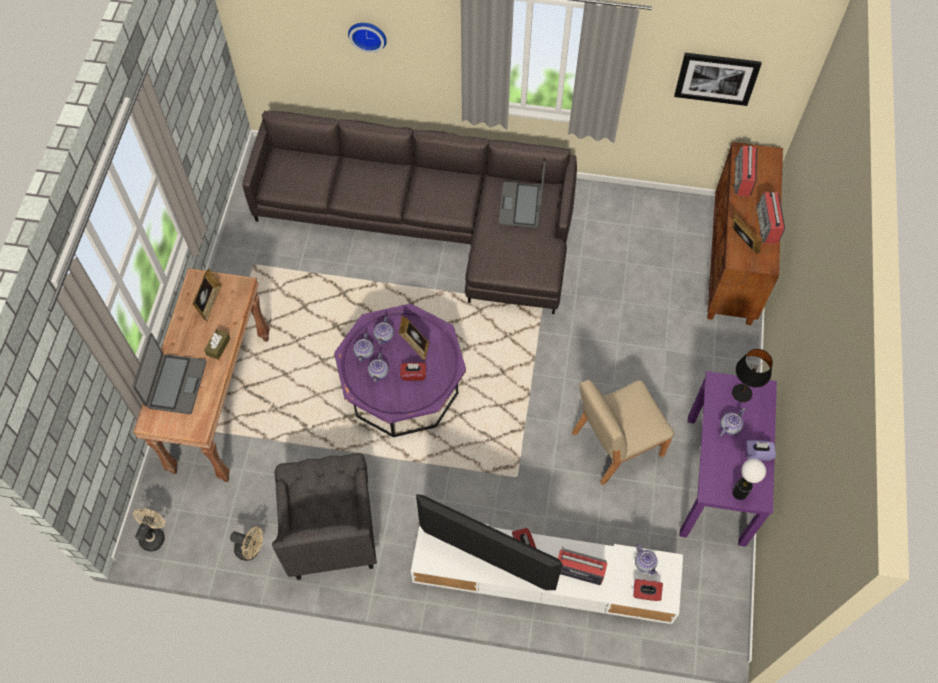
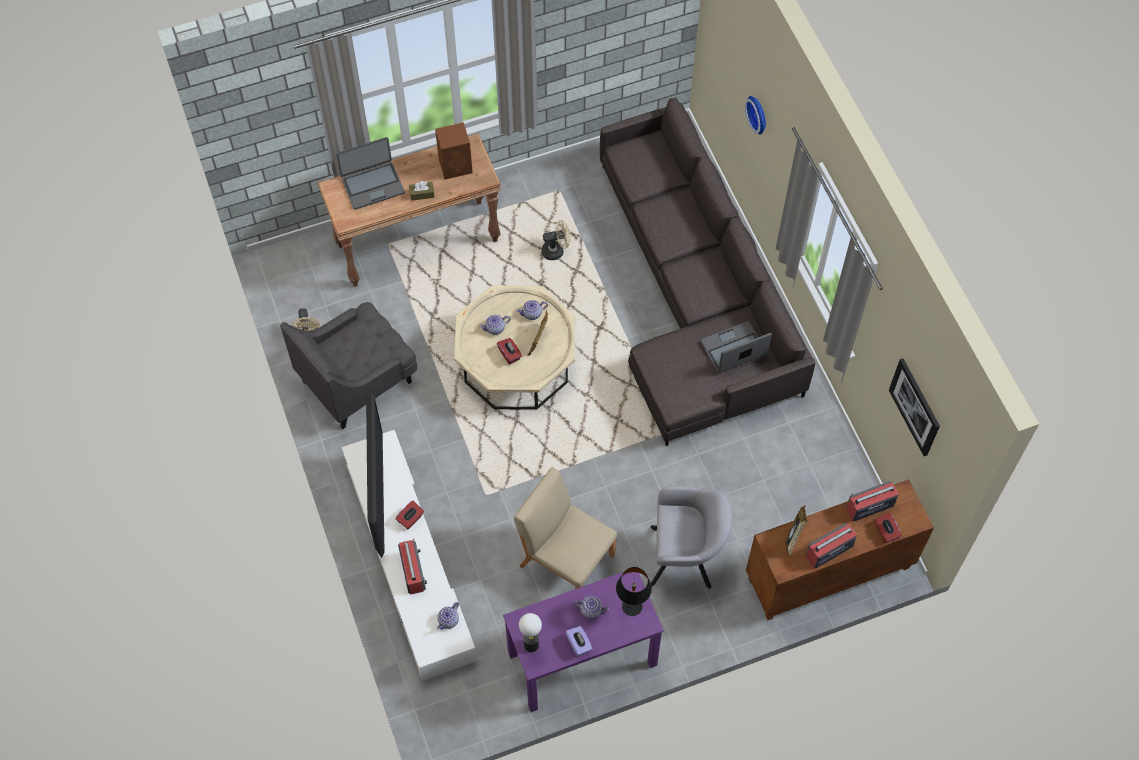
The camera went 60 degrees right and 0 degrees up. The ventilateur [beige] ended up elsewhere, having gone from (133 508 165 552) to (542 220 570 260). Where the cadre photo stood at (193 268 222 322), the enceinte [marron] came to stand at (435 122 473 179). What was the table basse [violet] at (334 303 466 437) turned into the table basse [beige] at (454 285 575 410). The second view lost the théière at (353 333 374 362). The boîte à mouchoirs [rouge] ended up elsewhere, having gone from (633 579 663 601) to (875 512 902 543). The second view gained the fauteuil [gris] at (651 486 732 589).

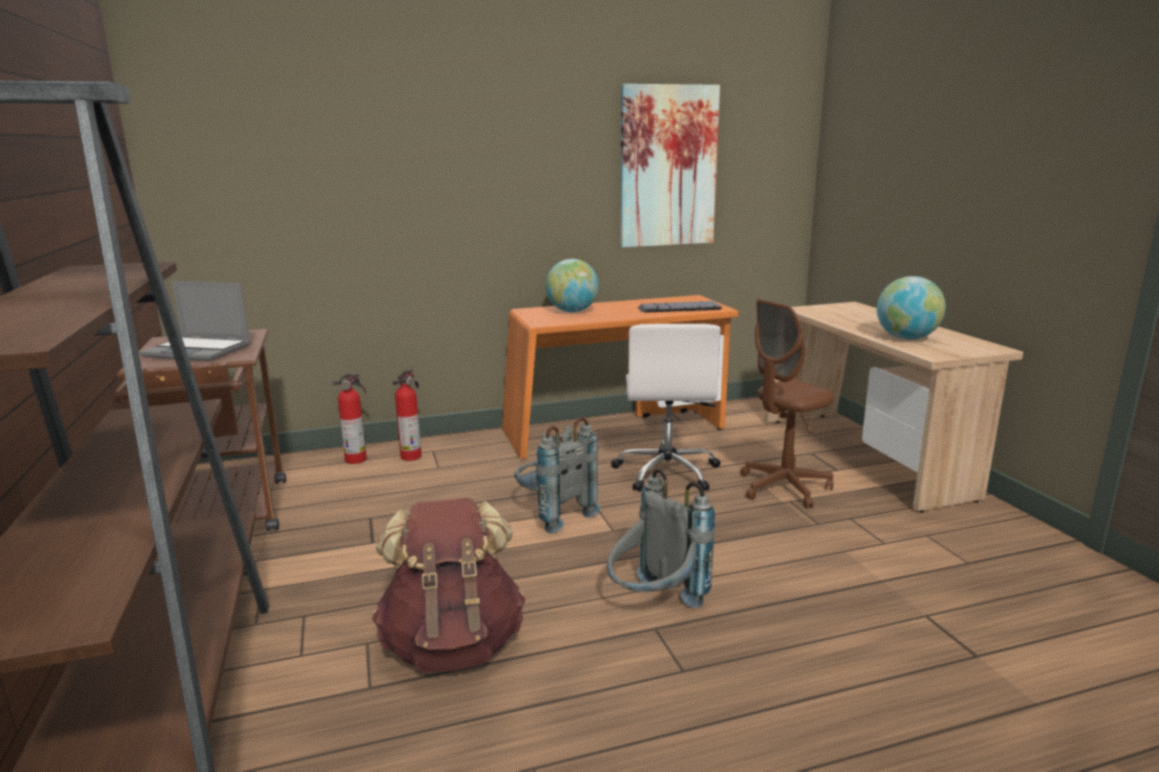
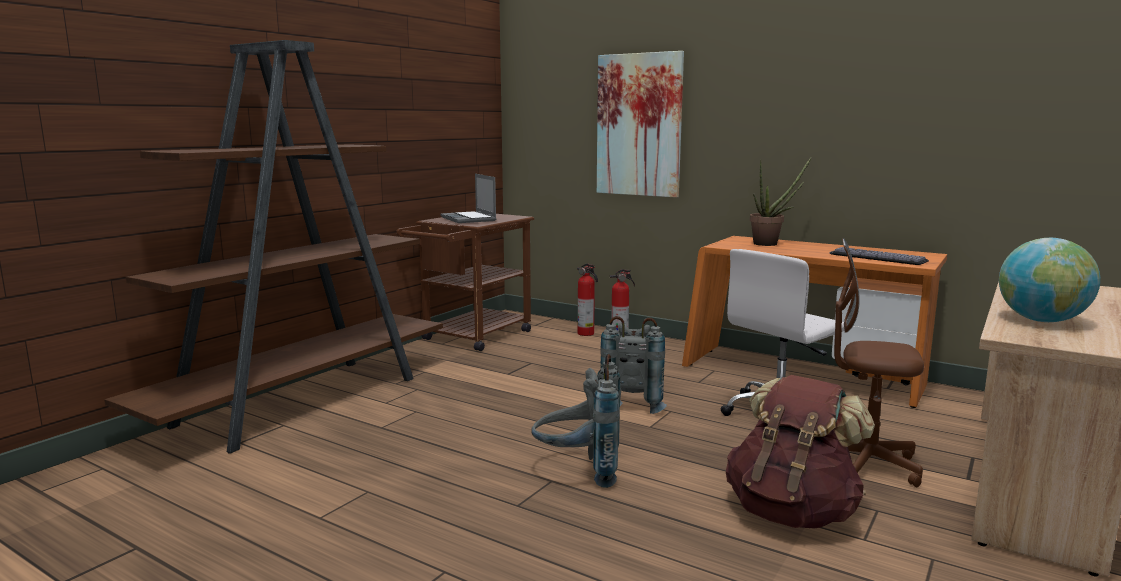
The camera went 50 degrees right and 5 degrees down. The sac à dos [marron] ended up elsewhere, having gone from (372 498 526 672) to (726 375 875 529). Where the globe stood at (546 259 599 312), the plante en pot came to stand at (750 158 811 246). The tableau ended up elsewhere, having gone from (620 84 720 248) to (597 51 684 198).

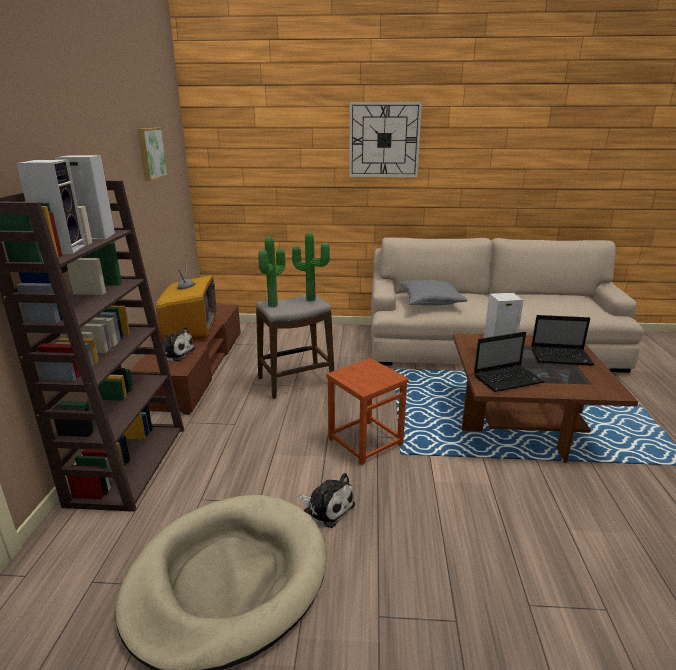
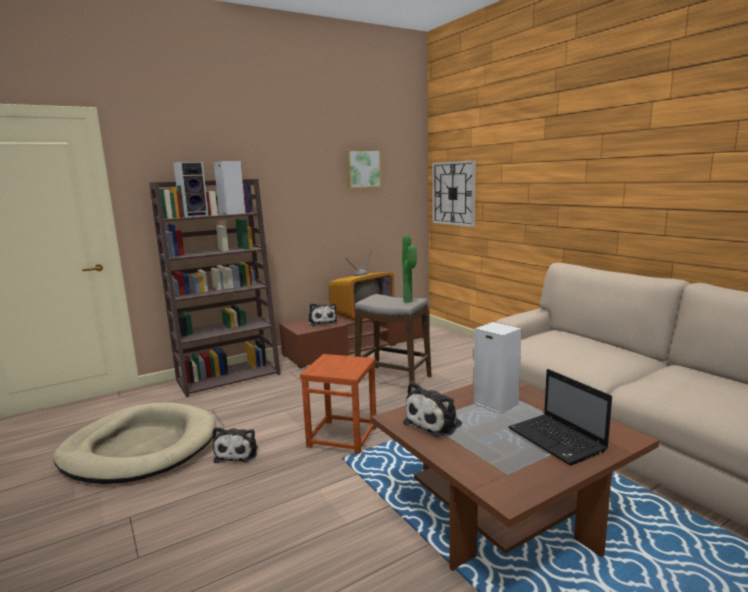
The camera went 55 degrees right and 10 degrees down. The second view lost the plante en pot at (258 237 286 307). The horloge murale ended up elsewhere, having gone from (349 102 422 177) to (432 160 476 227). The second view lost the coussin [gris] at (399 280 468 306). Where the ordinateur portable stood at (474 332 545 392), the peluche came to stand at (403 381 462 437).

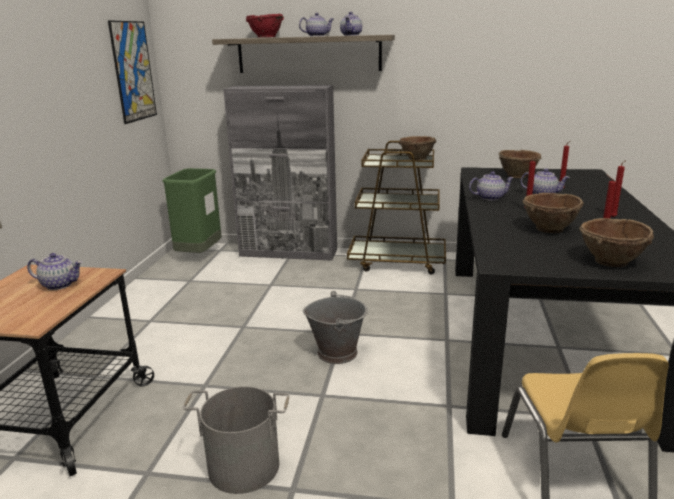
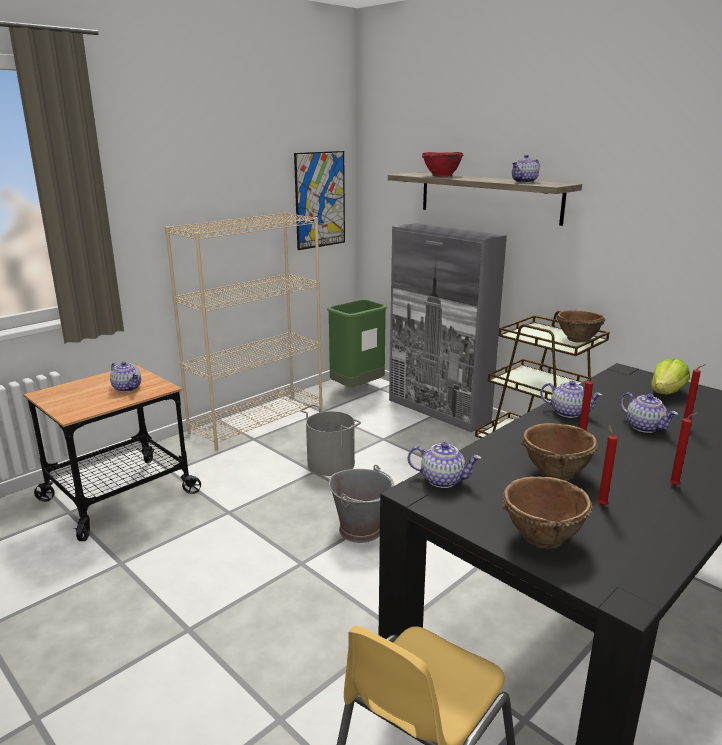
The camera went 35 degrees right and 0 degrees up. The seau [gris] ended up elsewhere, having gone from (183 386 289 494) to (300 404 361 476). The théière ended up elsewhere, having gone from (299 13 333 36) to (408 442 481 488). Where the bol [marron] stood at (499 150 541 178), the laitue came to stand at (651 358 690 394). The second view gained the bibliothèque [beige] at (165 212 323 451).

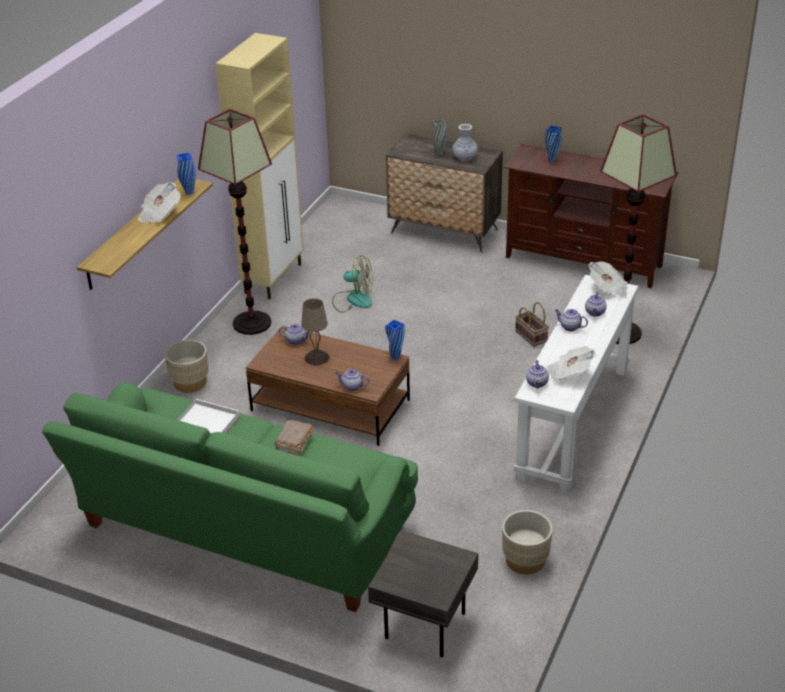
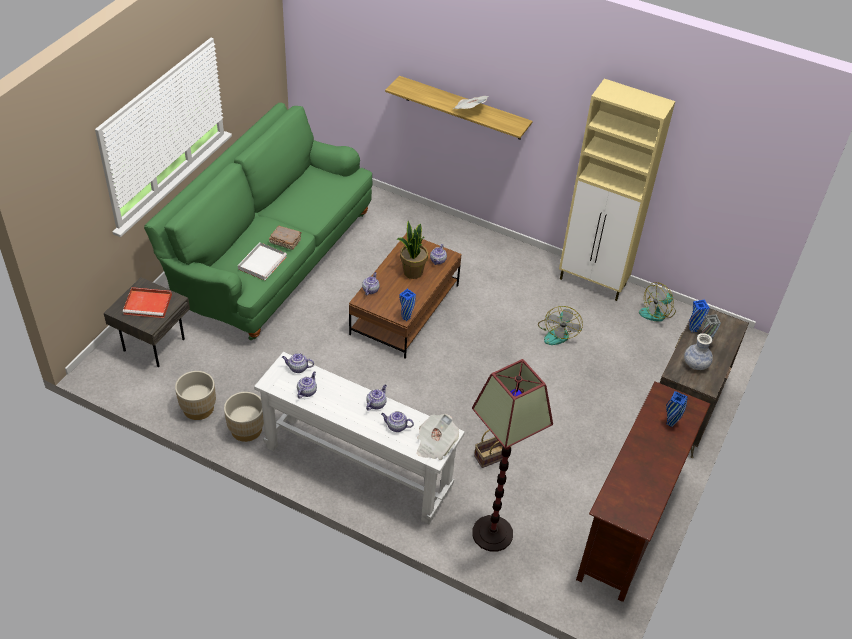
The camera went 90 degrees right and 10 degrees up. The cache-pot [beige] ended up elsewhere, having gone from (165 340 208 393) to (224 392 264 442). The vase [bleu] ended up elsewhere, having gone from (177 153 196 195) to (689 299 710 332). The plateau [blanc] ended up elsewhere, having gone from (177 399 240 433) to (238 242 287 281). The second view lost the lampadaire at (198 109 272 335). Where the lampe de table [beige] stood at (301 298 329 365), the plante en pot came to stand at (396 220 428 279). Where the journal stood at (546 346 596 382), the théière came to stand at (297 371 317 399). The second view gained the plateau [rouge] at (123 287 172 318). The second view gained the ventilateur at (639 282 676 322).

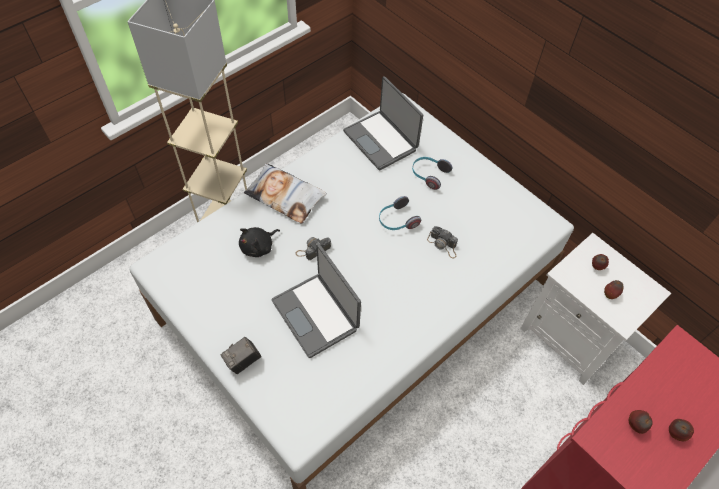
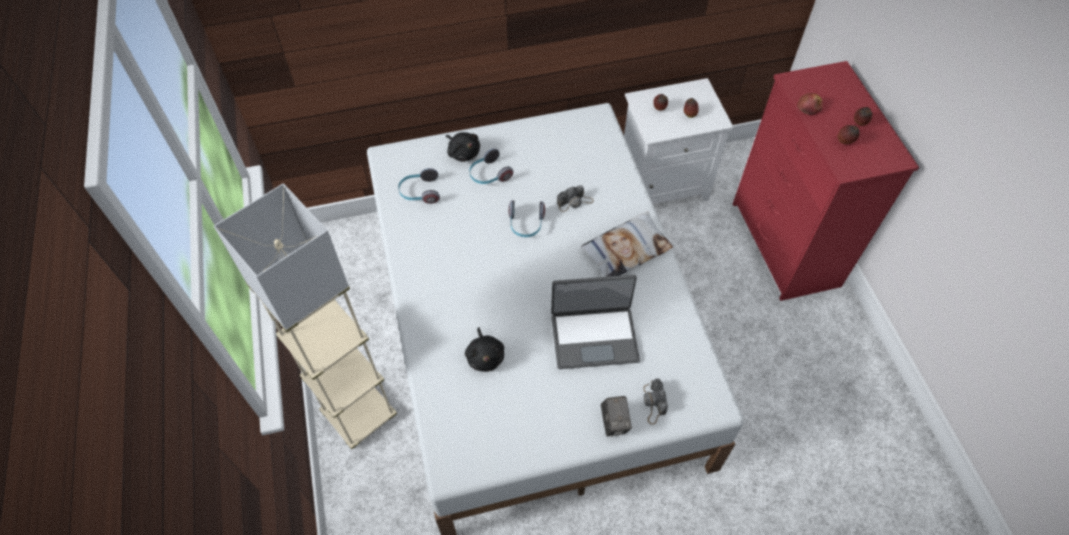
The camera went 60 degrees left and 0 degrees up. The coussin ended up elsewhere, having gone from (244 163 326 224) to (581 212 673 277). The appareil photo ended up elsewhere, having gone from (295 237 331 260) to (644 378 668 424). Where the ordinateur portable stood at (343 76 423 170), the casque audio came to stand at (398 168 440 204). The second view gained the peluche [noir] at (446 132 480 162). The second view gained the pomme at (797 93 823 115).

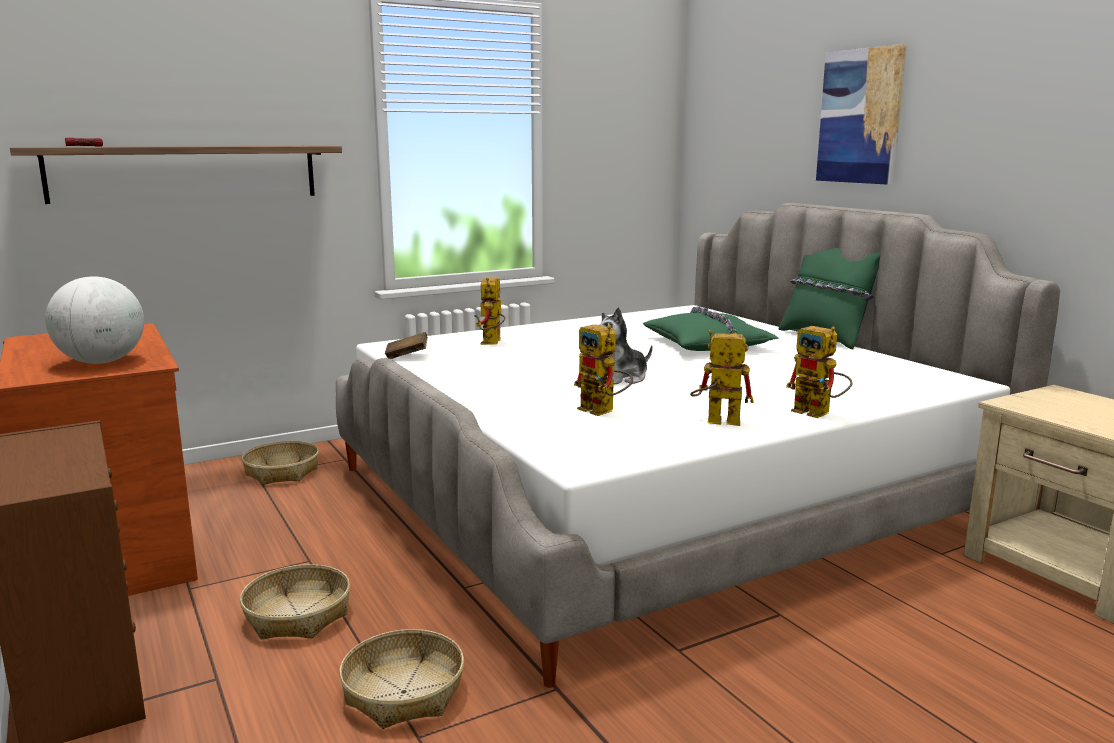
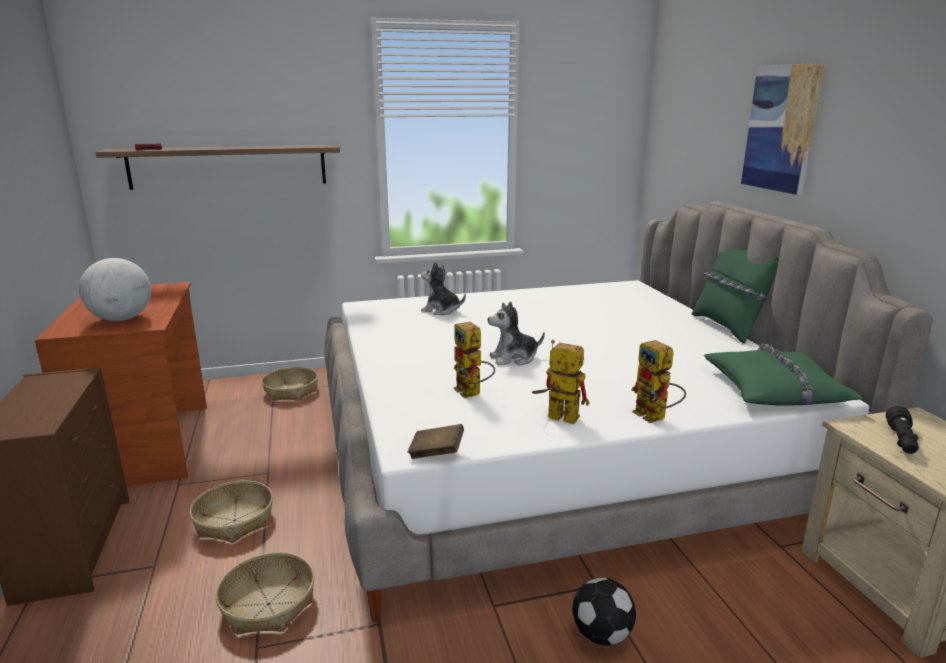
The camera went 15 degrees right and 5 degrees up. The livre [marron] ended up elsewhere, having gone from (385 332 428 359) to (408 424 464 459). Where the robot jouet stood at (474 277 505 345), the peluche came to stand at (421 262 466 315). The coussin [vert] ended up elsewhere, having gone from (643 306 779 351) to (704 343 864 406). The second view gained the ballon de foot at (572 578 636 646). The second view gained the lampe de poche [noir] at (886 406 919 454).

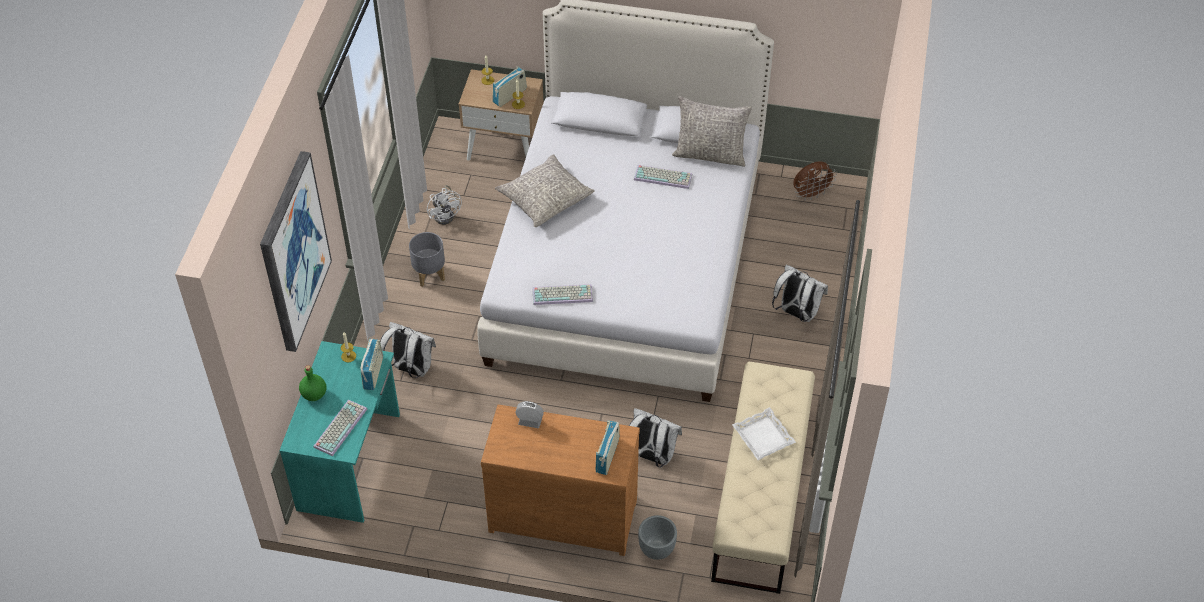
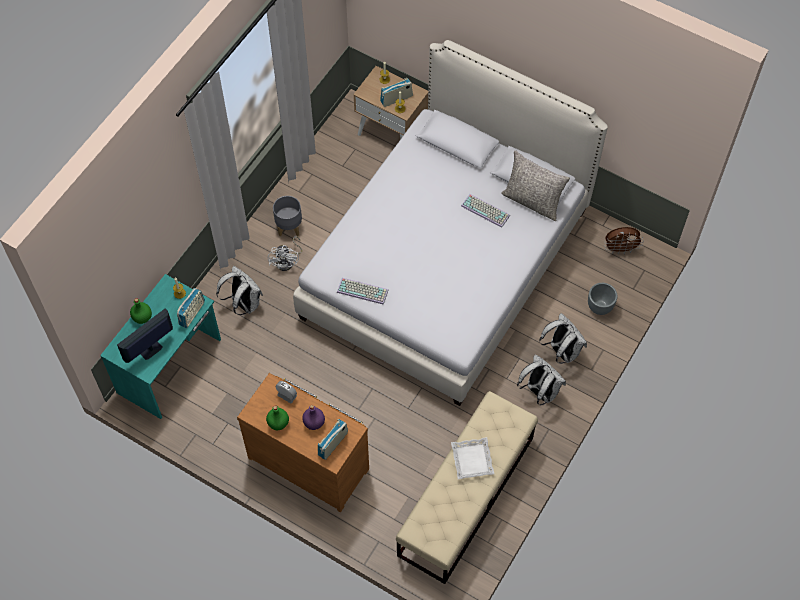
The camera went 20 degrees right and 10 degrees up. The second view lost the tableau at (260 151 332 352). Where the clavier stood at (313 400 367 456), the écran d'ordinateur came to stand at (117 309 173 363). The ventilateur [blanc] ended up elsewhere, having gone from (427 185 462 225) to (268 236 302 271). The second view lost the coussin [gris] at (495 154 595 227). The sac à dos [blanc] ended up elsewhere, having gone from (629 408 682 468) to (517 354 566 405). The cache-pot [gris] ended up elsewhere, having gone from (638 515 677 560) to (588 283 617 315). The second view gained the bouteille [vert] at (266 406 289 430). The second view gained the bouteille [violet] at (302 405 325 430).

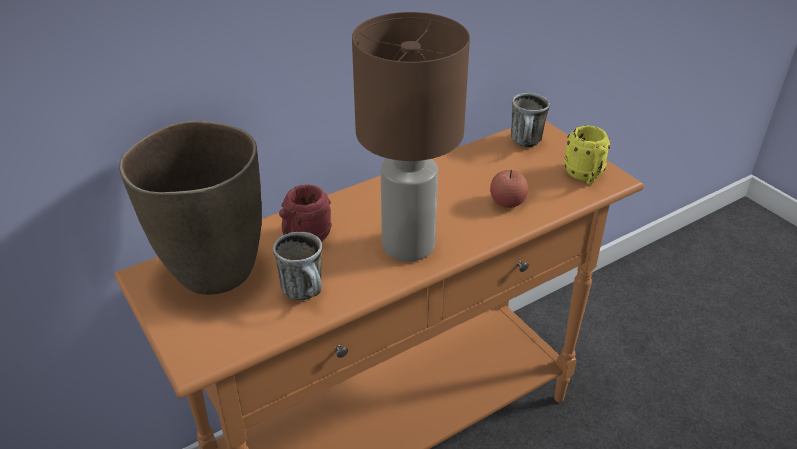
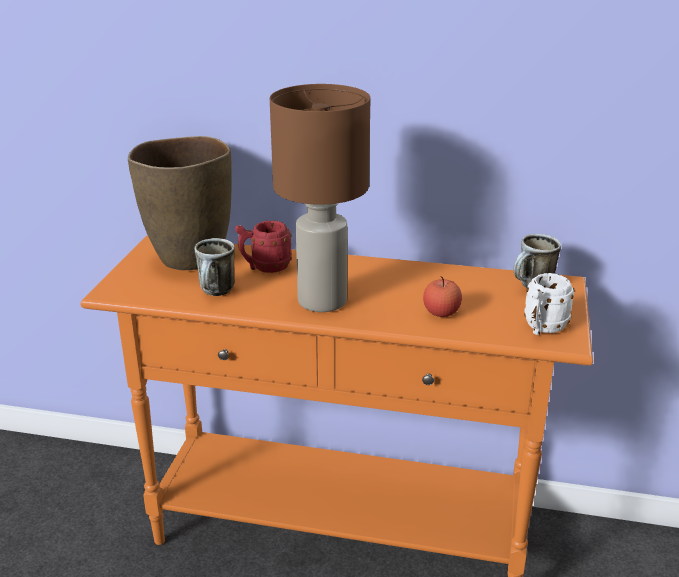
The camera went 45 degrees right and 10 degrees down. What was the mug [jaune] at (564 125 610 185) turned into the mug [blanc] at (524 273 574 335).

